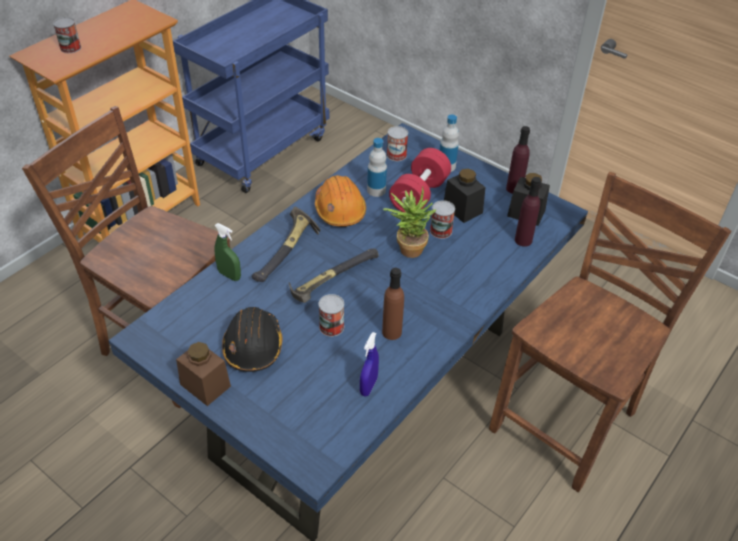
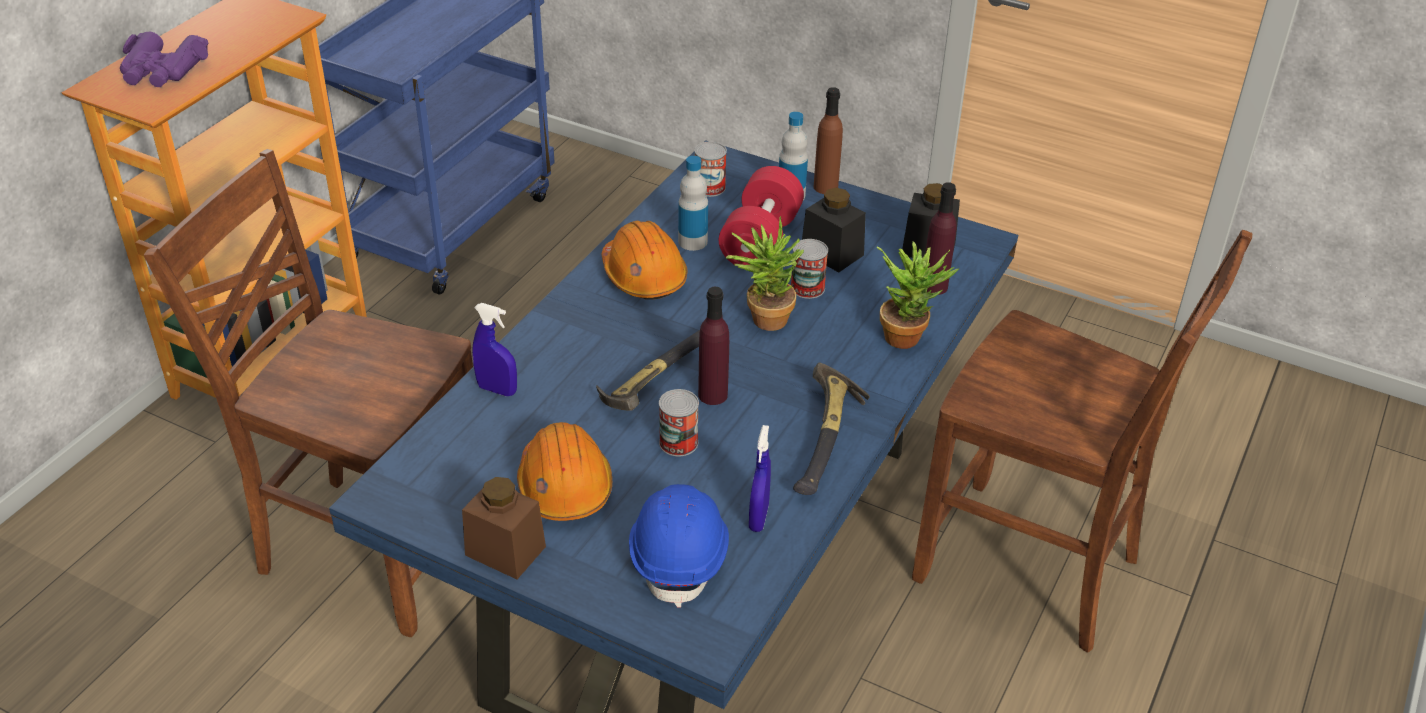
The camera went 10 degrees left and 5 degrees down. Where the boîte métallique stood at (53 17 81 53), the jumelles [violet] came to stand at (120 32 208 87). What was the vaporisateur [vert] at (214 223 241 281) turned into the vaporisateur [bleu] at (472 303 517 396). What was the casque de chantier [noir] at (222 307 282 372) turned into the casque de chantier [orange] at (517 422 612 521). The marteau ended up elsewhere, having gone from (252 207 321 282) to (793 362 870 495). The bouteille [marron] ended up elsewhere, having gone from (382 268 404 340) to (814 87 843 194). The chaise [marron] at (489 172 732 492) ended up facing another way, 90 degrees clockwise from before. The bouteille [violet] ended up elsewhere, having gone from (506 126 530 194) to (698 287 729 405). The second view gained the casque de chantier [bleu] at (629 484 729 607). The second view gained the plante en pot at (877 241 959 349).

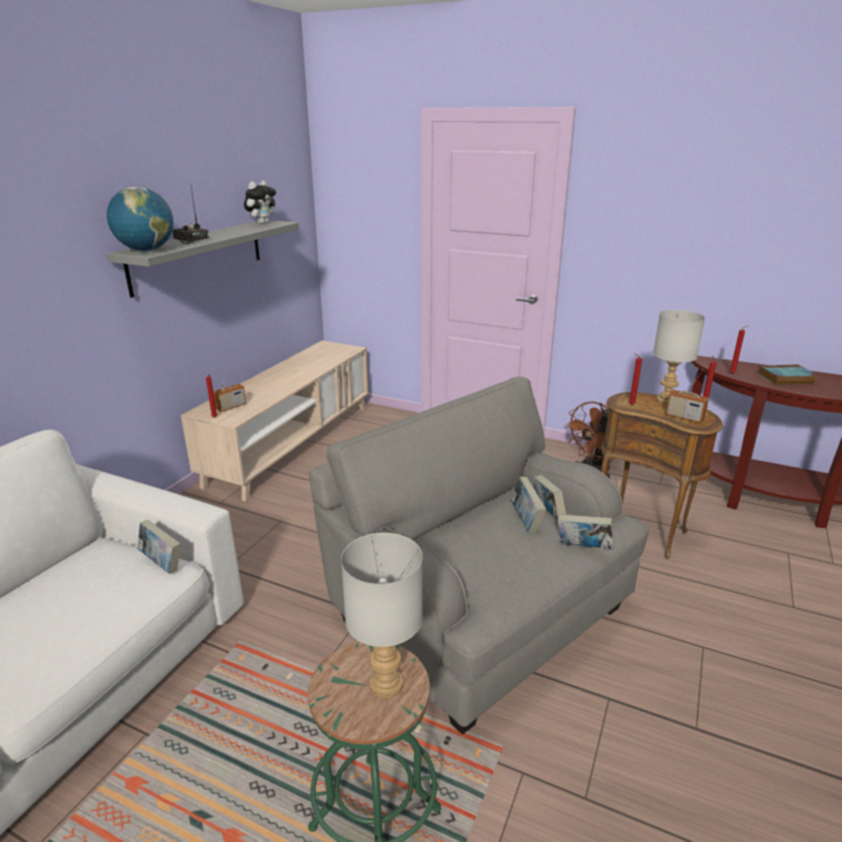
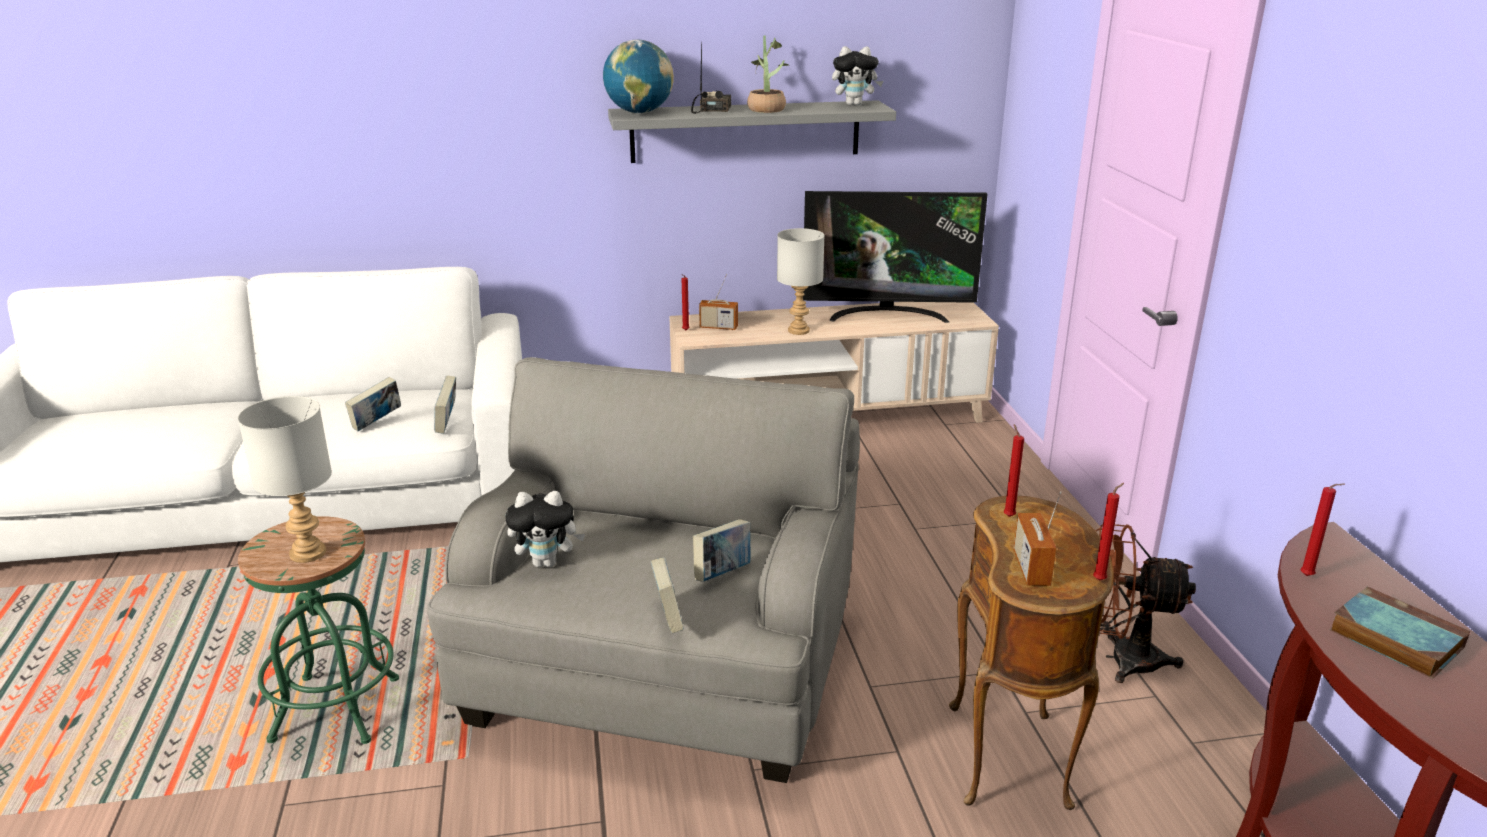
The camera went 55 degrees right and 0 degrees up. The livre ended up elsewhere, having gone from (510 477 546 533) to (345 377 401 431). The lampe de table [gris] ended up elsewhere, having gone from (653 310 705 404) to (777 228 825 335). The second view gained the peluche at (505 491 585 567). The second view gained the plante en pot at (747 36 789 113). The second view gained the téléviseur at (803 191 987 323).

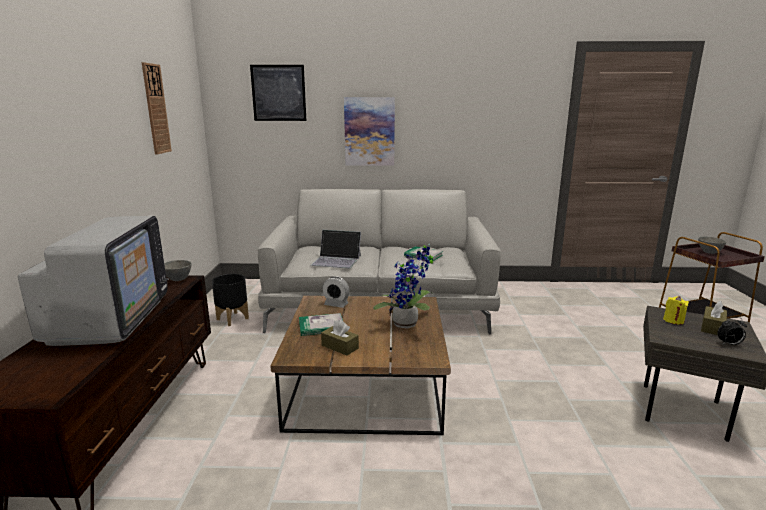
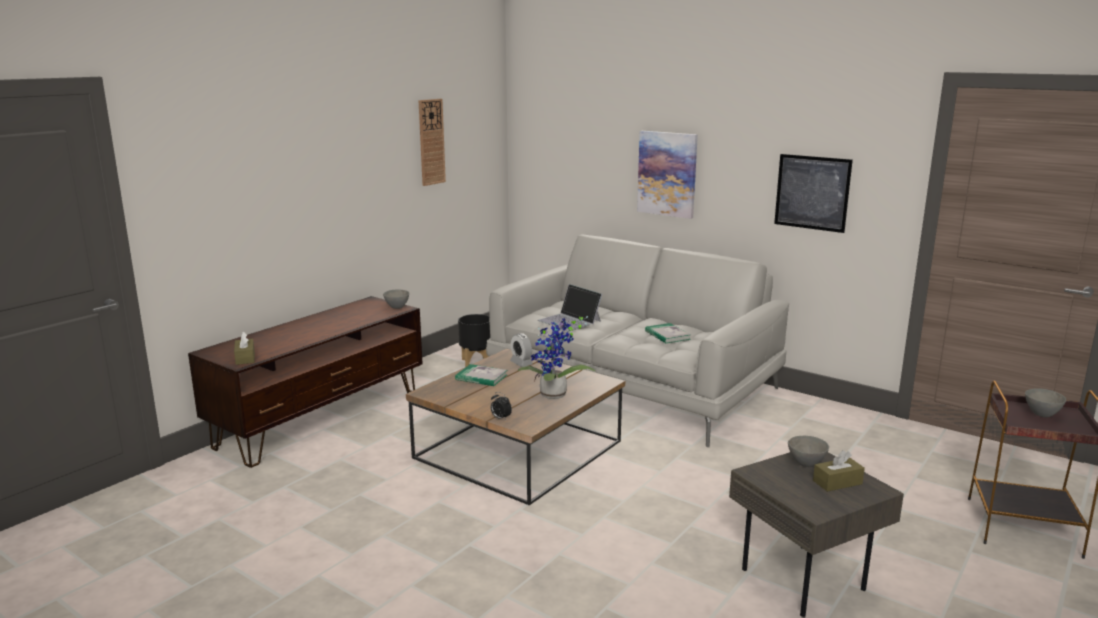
The camera went 35 degrees right and 0 degrees up. The second view lost the téléviseur at (18 216 169 346). The tableau ended up elsewhere, having gone from (250 65 306 121) to (774 154 853 233). The boîte à mouchoirs [marron] ended up elsewhere, having gone from (321 320 359 355) to (234 331 255 365). Where the bougie [jaune] stood at (663 296 689 325), the bol [gris] came to stand at (788 436 829 467). The réveil ended up elsewhere, having gone from (717 317 747 345) to (491 392 512 420).

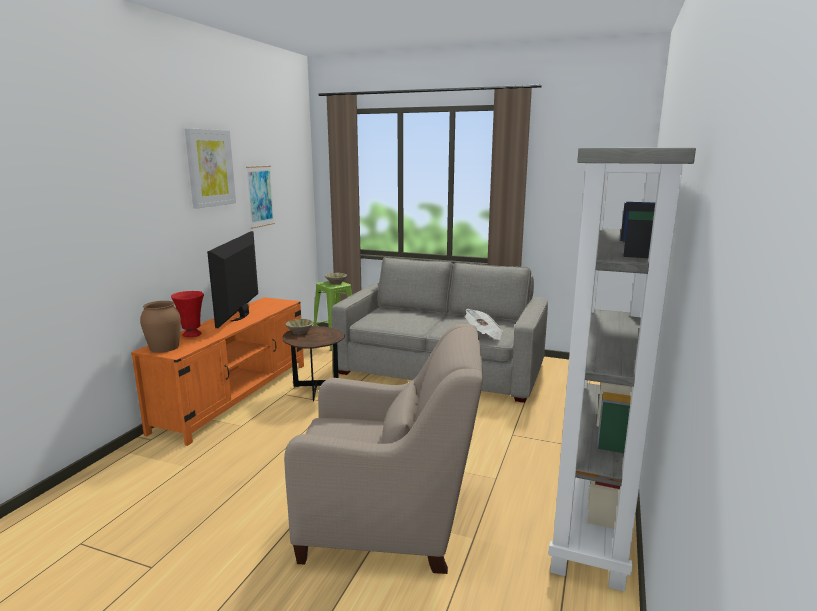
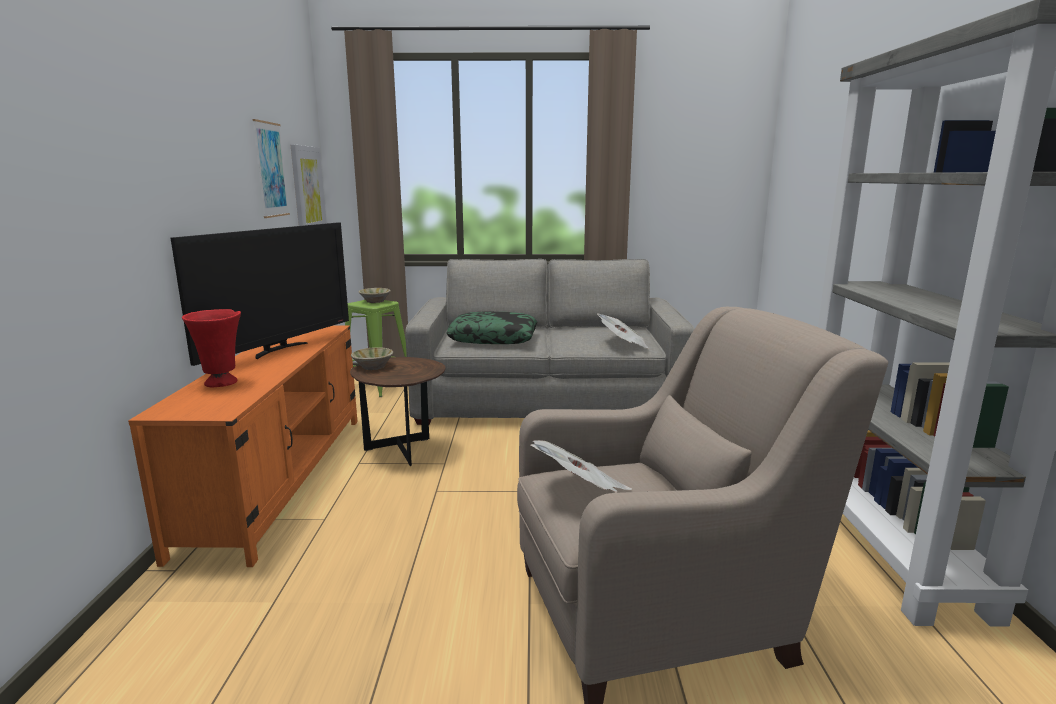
The camera went 20 degrees left and 0 degrees up. The second view lost the vase [marron] at (140 301 181 353). The tableau ended up elsewhere, having gone from (185 128 236 209) to (291 144 327 226). The téléviseur at (207 231 258 328) ended up facing another way, 135 degrees counterclockwise from before. The second view gained the coussin at (446 311 537 344). The second view gained the journal at (531 440 632 492).

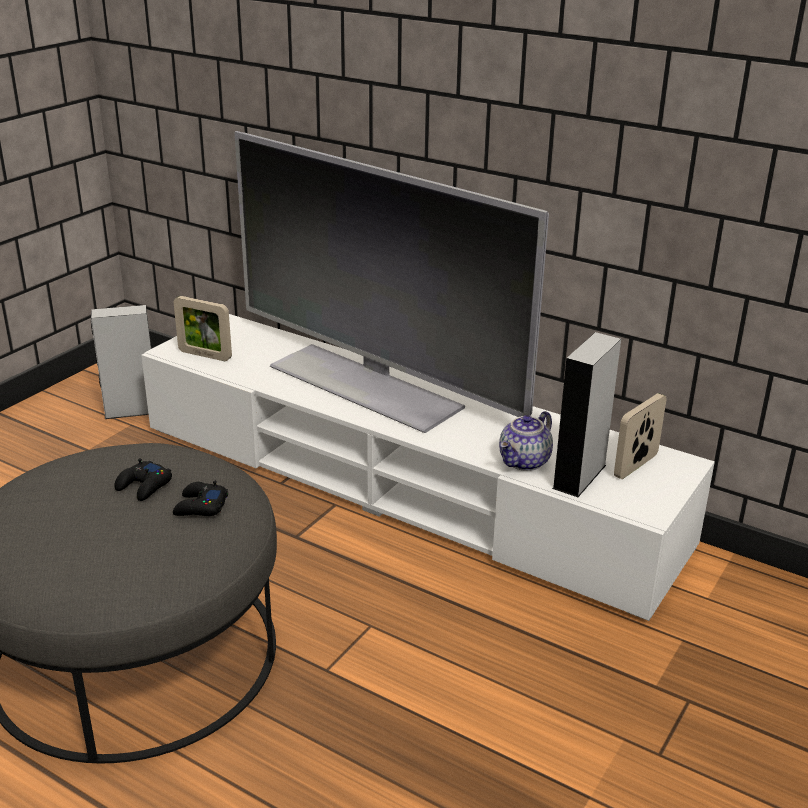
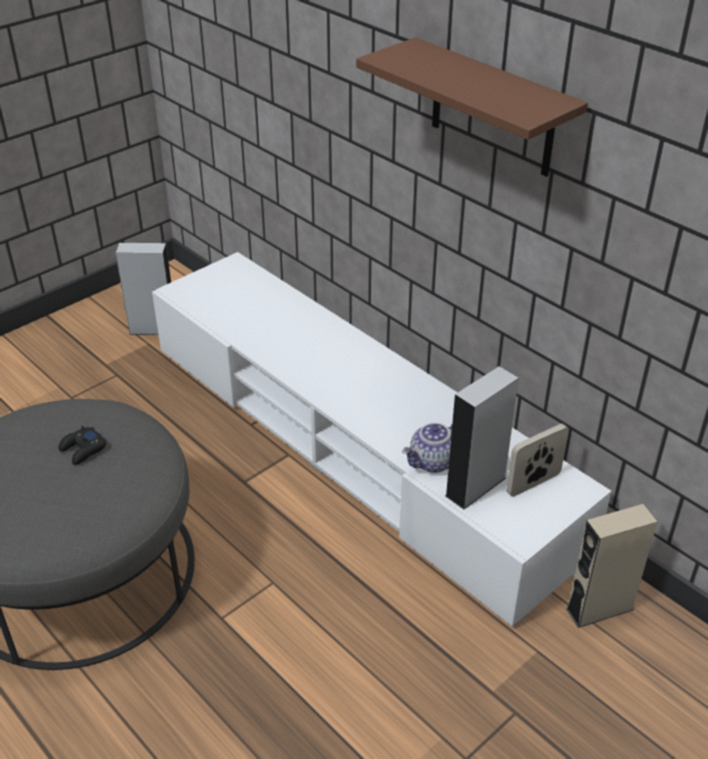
The camera went 15 degrees right and 10 degrees up. The second view lost the manette [noir] at (173 481 228 516). The second view lost the cadre photo at (174 296 232 361). The second view lost the téléviseur at (234 131 549 433). The second view gained the étagère [marron] at (356 37 588 177). The second view gained the enceinte [beige] at (566 504 658 628).

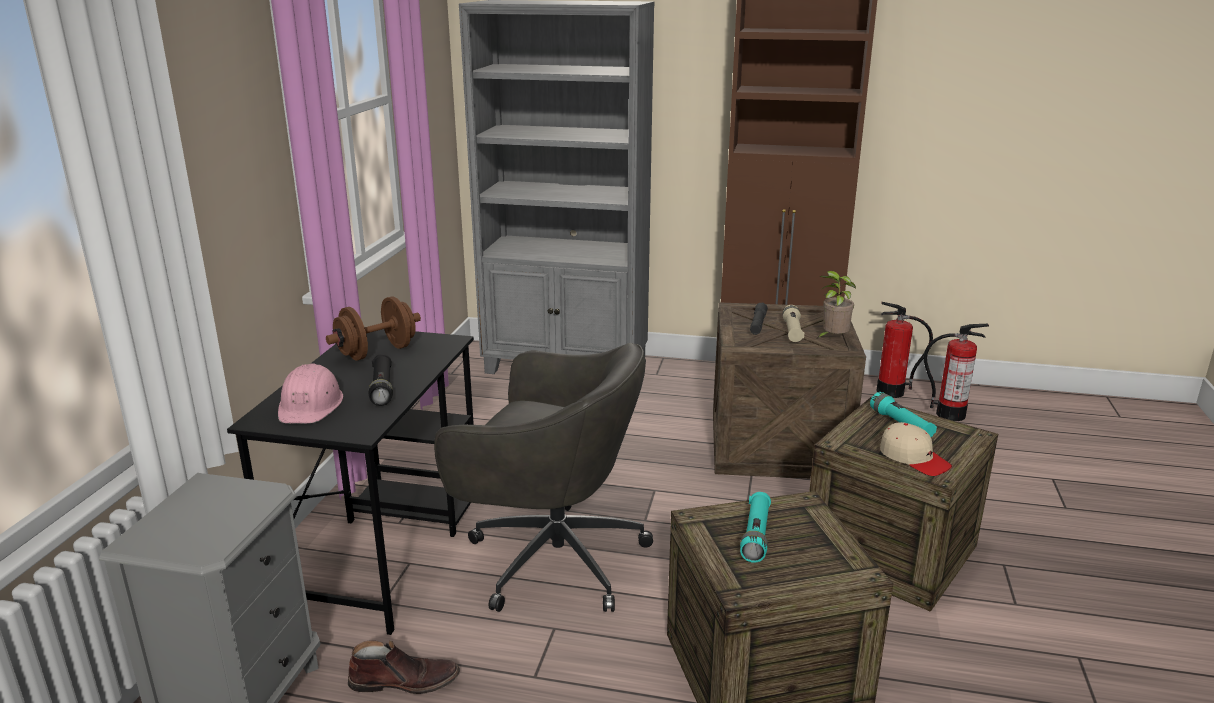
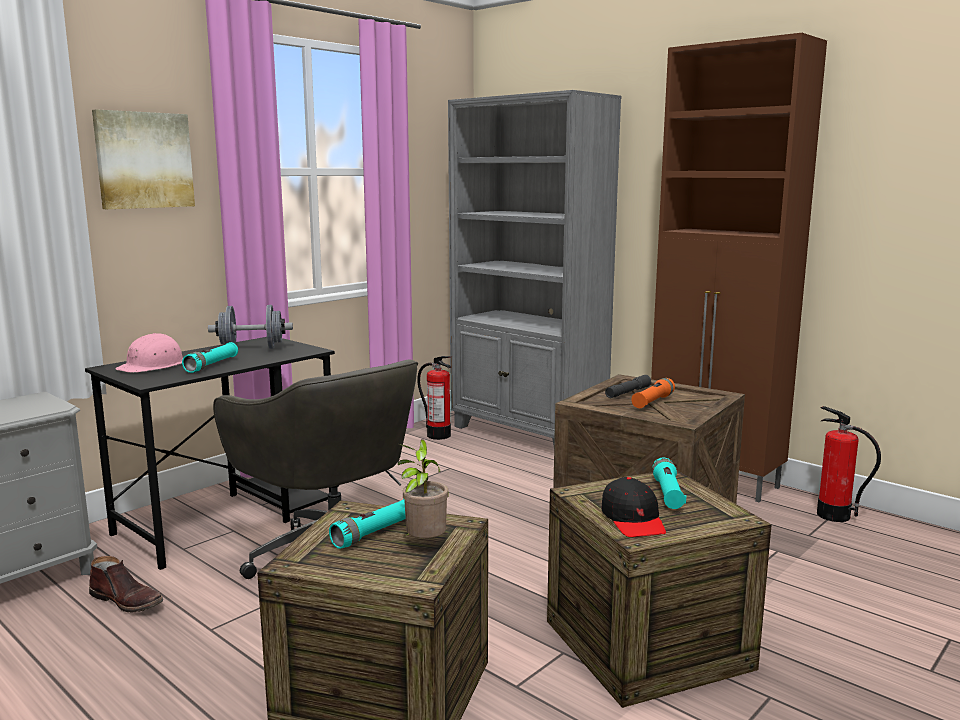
The camera went 30 degrees right and 10 degrees down. What was the haltère [marron] at (326 296 421 361) turned into the haltère [gris] at (208 305 293 349). What was the lampe de poche [noir] at (368 354 393 406) turned into the lampe de poche [turquoise] at (182 342 238 373). What was the lampe de poche [beige] at (783 305 804 342) turned into the lampe de poche [orange] at (631 378 675 408). The plante en pot ended up elsewhere, having gone from (816 271 856 339) to (398 439 448 539). What was the casquette [beige] at (880 422 952 476) turned into the casquette [noir] at (601 477 666 537). The extincteur ended up elsewhere, having gone from (924 324 989 421) to (417 356 452 440). The second view gained the tableau at (92 109 195 209).

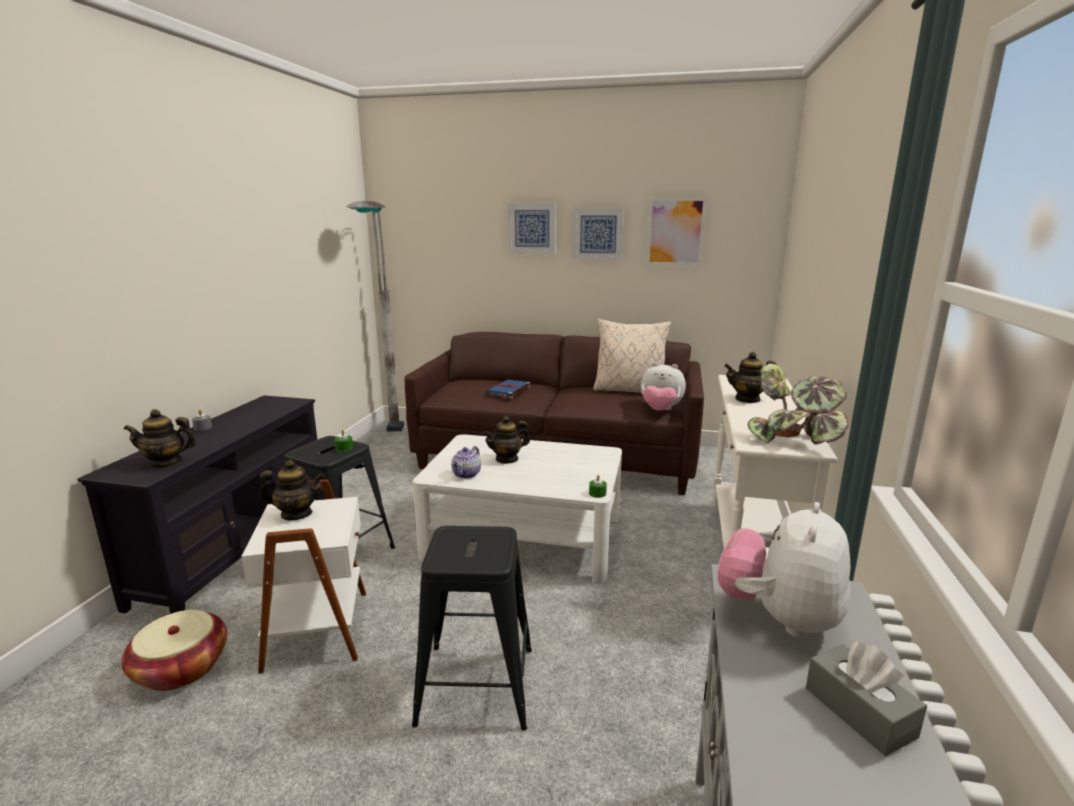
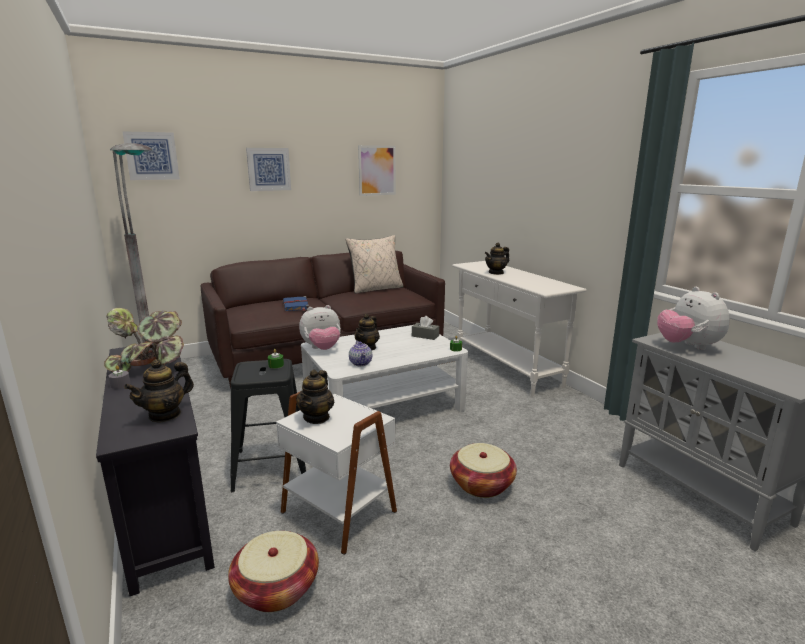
The camera went 40 degrees left and 0 degrees up. The théière at (259 460 325 521) ended up facing another way, 150 degrees clockwise from before. Where the tabouret [noir] stood at (412 526 532 731), the panier came to stand at (450 443 517 498). The tableau ended up elsewhere, having gone from (573 208 624 260) to (122 131 180 180). The peluche ended up elsewhere, having gone from (641 363 686 411) to (299 305 341 350). The plante en pot ended up elsewhere, having gone from (748 364 849 445) to (104 308 184 372). The boîte à mouchoirs [gris] ended up elsewhere, having gone from (806 641 927 756) to (412 316 439 340).

